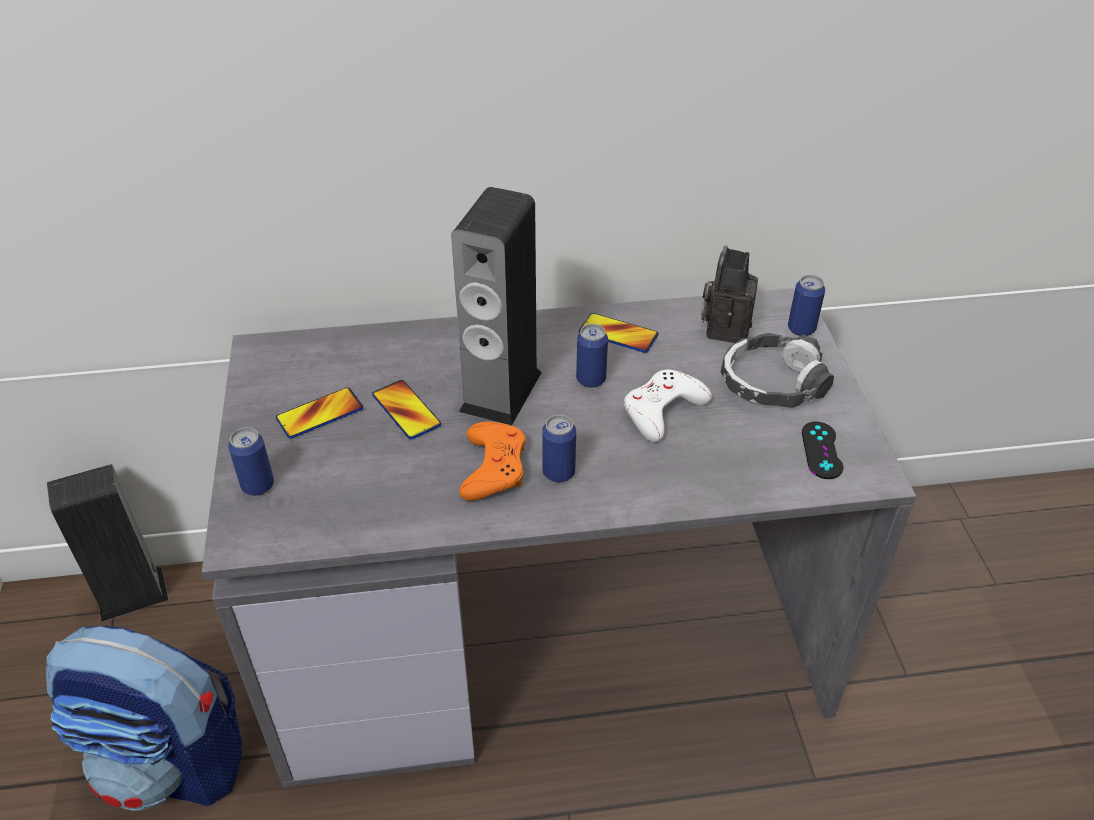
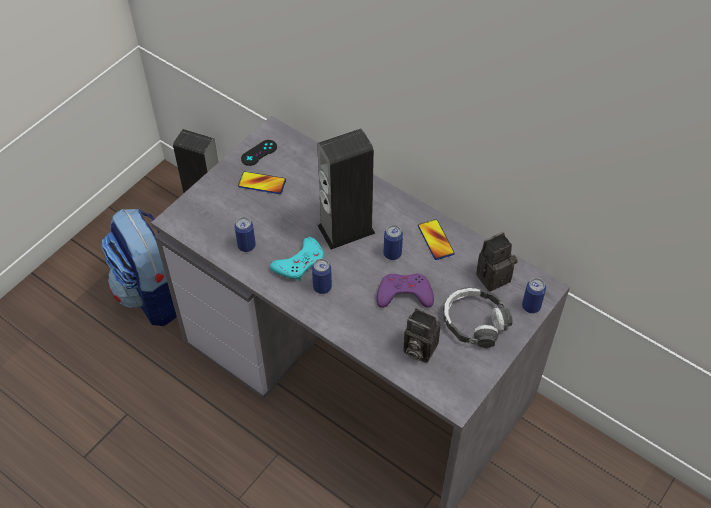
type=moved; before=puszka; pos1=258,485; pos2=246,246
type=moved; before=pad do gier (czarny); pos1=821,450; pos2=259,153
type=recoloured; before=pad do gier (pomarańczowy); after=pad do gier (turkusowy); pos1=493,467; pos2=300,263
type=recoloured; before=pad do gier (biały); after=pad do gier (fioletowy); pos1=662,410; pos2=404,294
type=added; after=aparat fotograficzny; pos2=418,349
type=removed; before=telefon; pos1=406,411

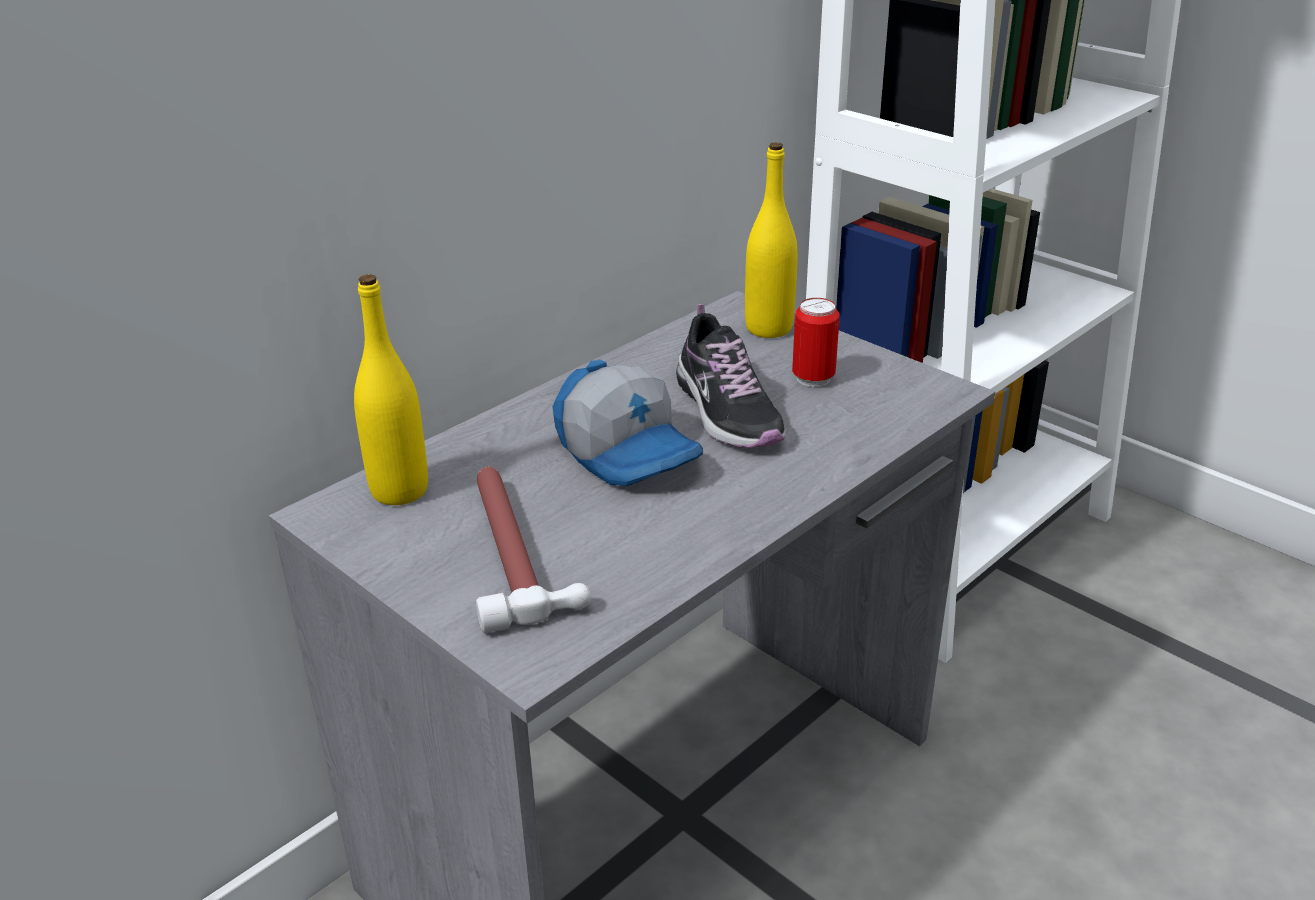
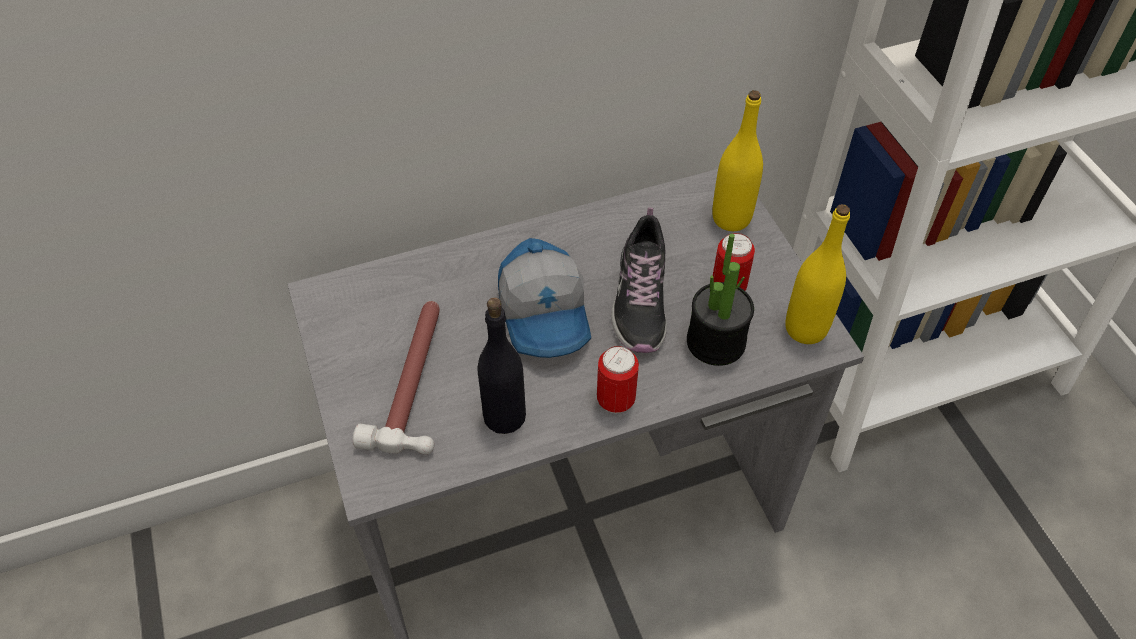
type=added; after=butelka (czarny); pos2=504,415
type=added; after=puszka; pos2=615,400
type=added; after=roślina doniczkowa; pos2=716,342
type=moved; before=butelka (żółty); pos1=399,490; pos2=805,328

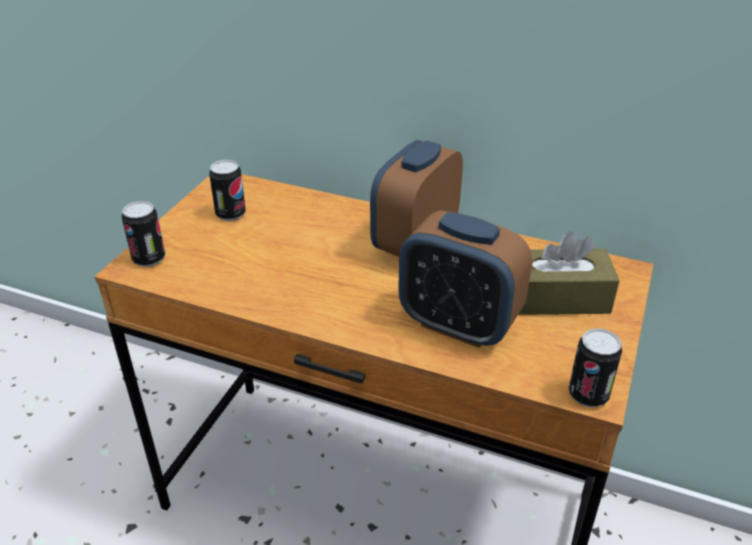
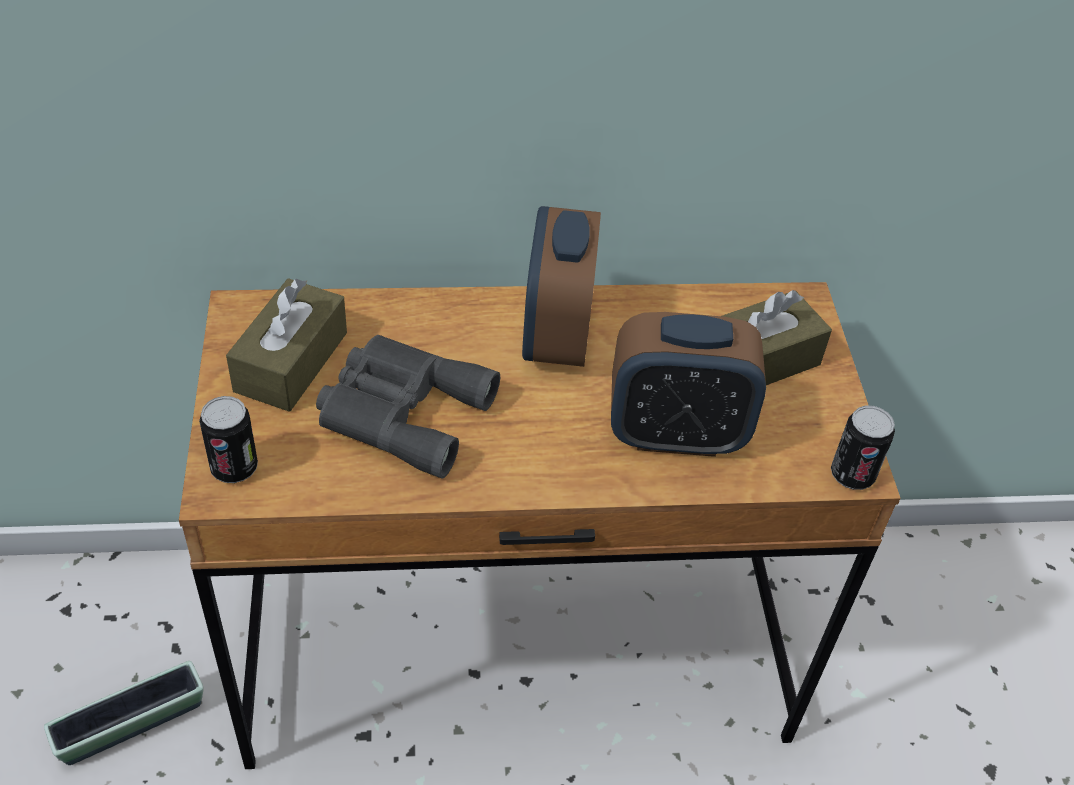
type=added; after=donica; pos2=131,724
type=replaced; before=puszka; after=pudełko chusteczek (brązowy); pos1=230,214; pos2=291,362
type=added; after=lornetka (szary); pos2=401,410

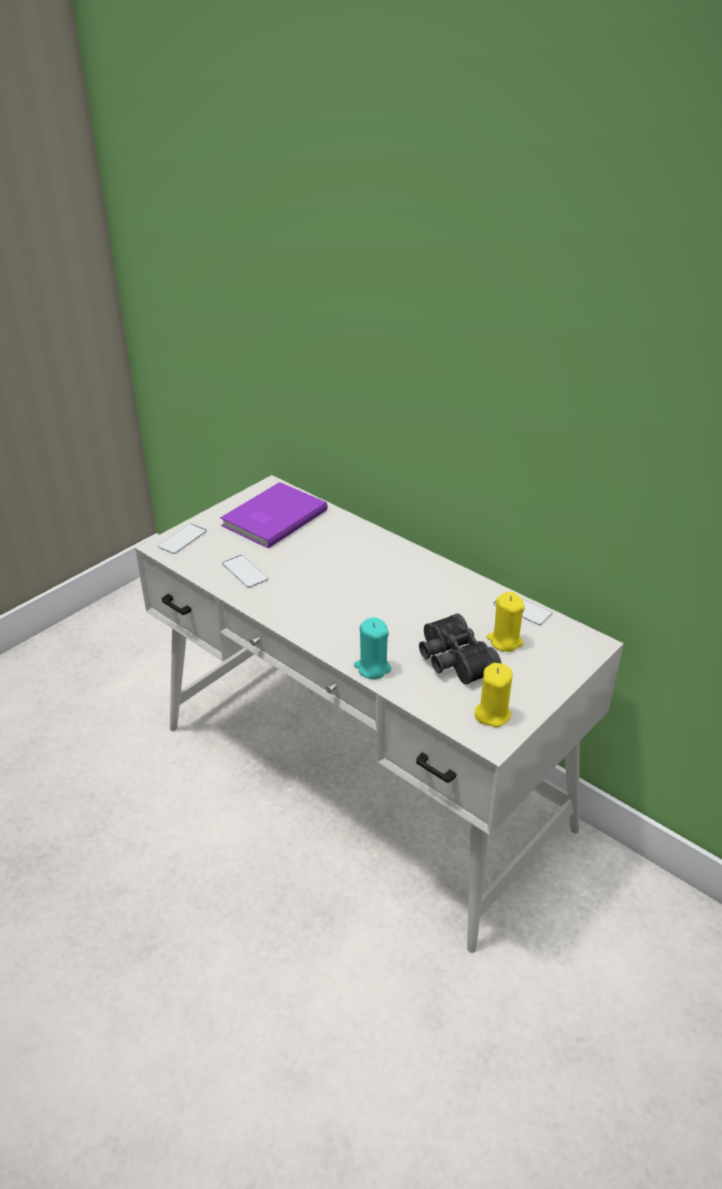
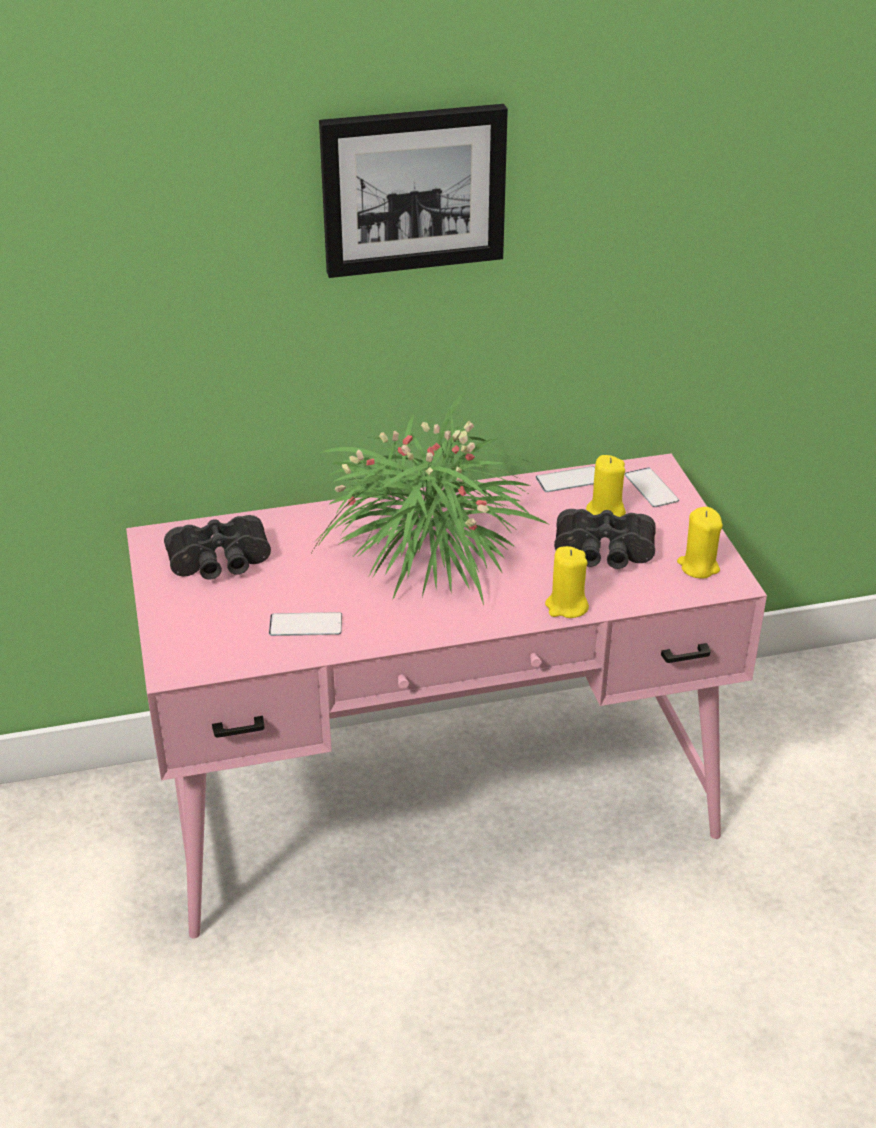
type=recoloured; before=biurko (biały); after=biurko (różowy); pos1=362,777; pos2=438,802
type=replaced; before=książka (fioletowy); after=lornetka (czarny); pos1=271,517; pos2=220,563
type=added; after=roślina doniczkowa; pos2=426,548
type=added; after=obraz; pos2=413,189
type=recoloured; before=świeca (turkusowy); after=świeca (żółty); pos1=372,668; pos2=566,606
type=moved; before=telefon; pos1=182,539; pos2=651,488

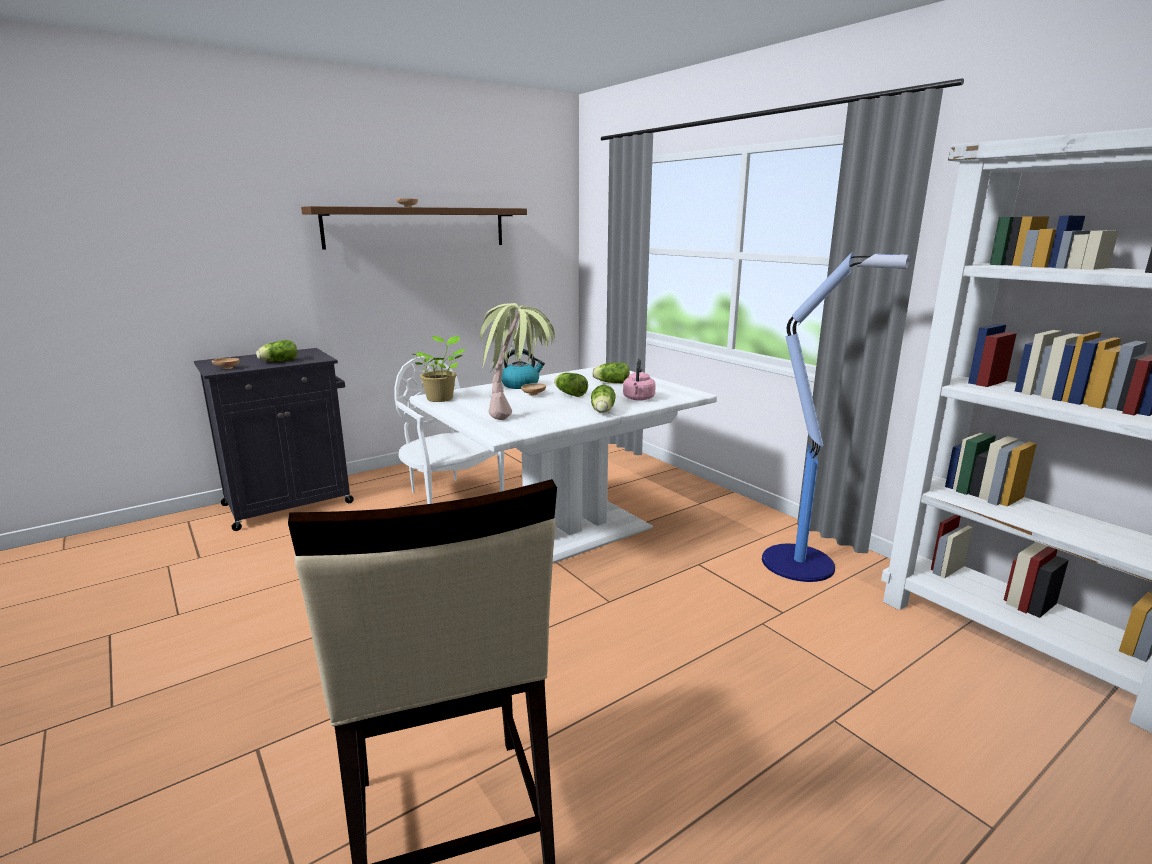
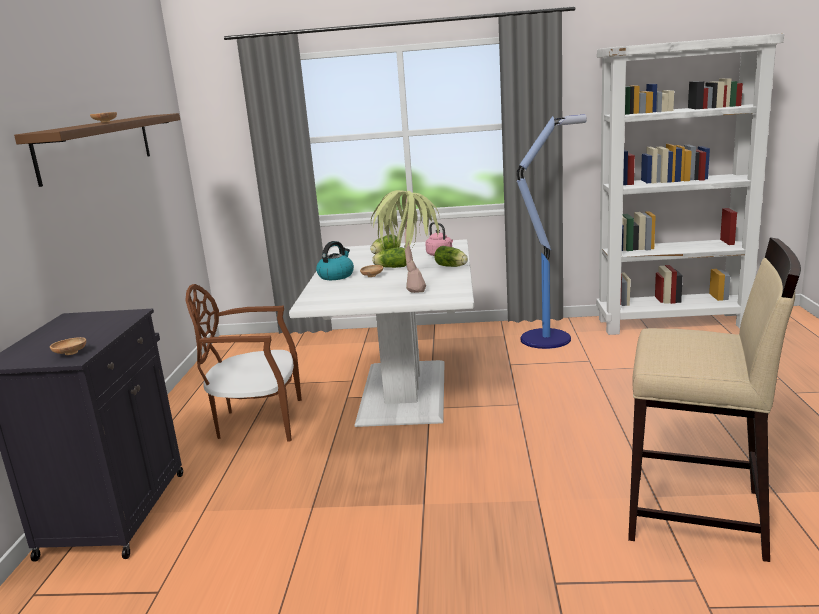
type=recoloured; before=krzesło (biały); after=krzesło (brązowy); pos1=450,495; pos2=258,422
type=removed; before=sałata; pos1=278,361
type=removed; before=roślina doniczkowa; pos1=441,398

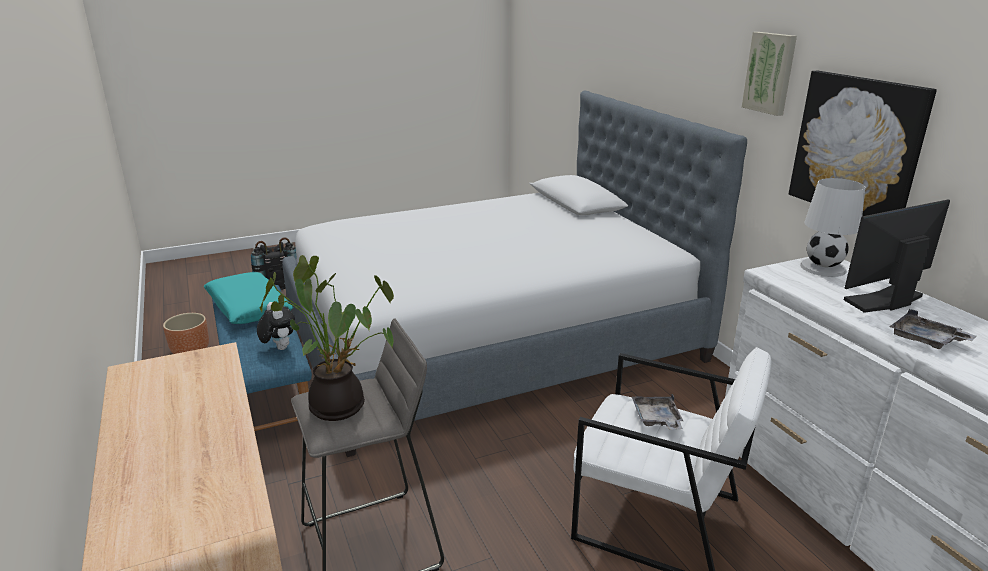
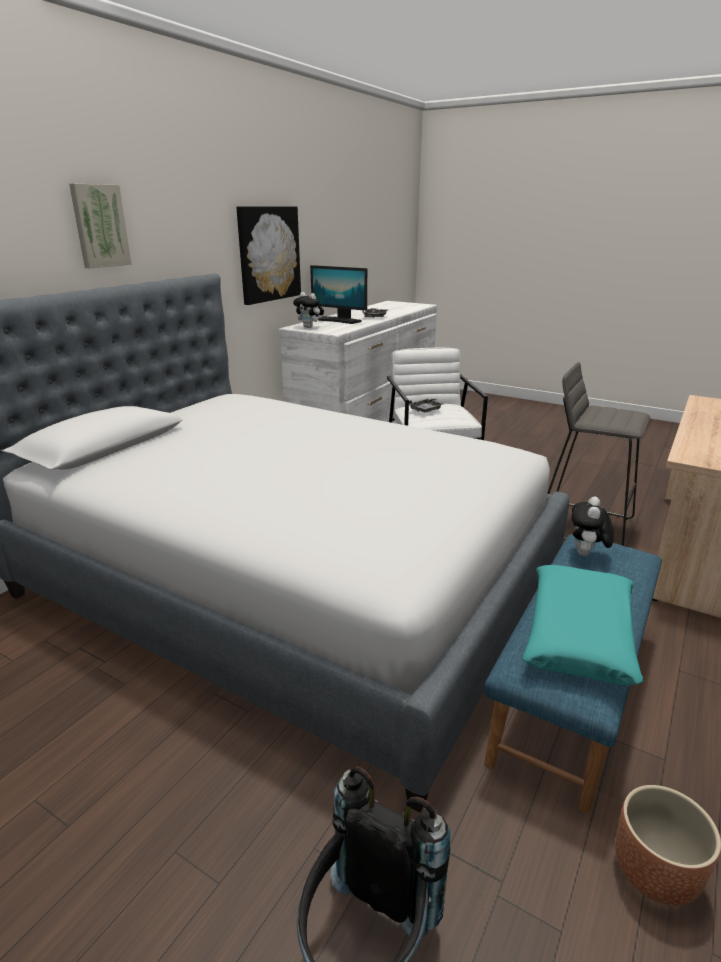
type=moved; before=obraz; pos1=770,73; pos2=99,226
type=replaced; before=lampa stołowa (biały); after=pluszak; pos1=823,268; pos2=310,327
type=removed; before=roślina doniczkowa; pos1=340,404

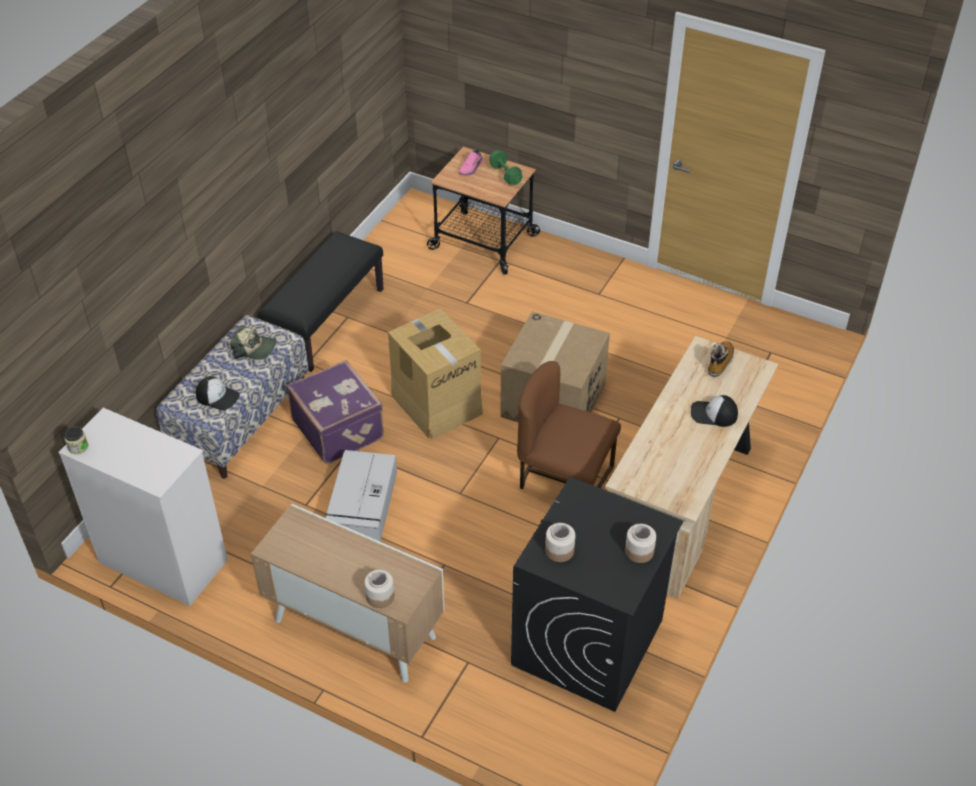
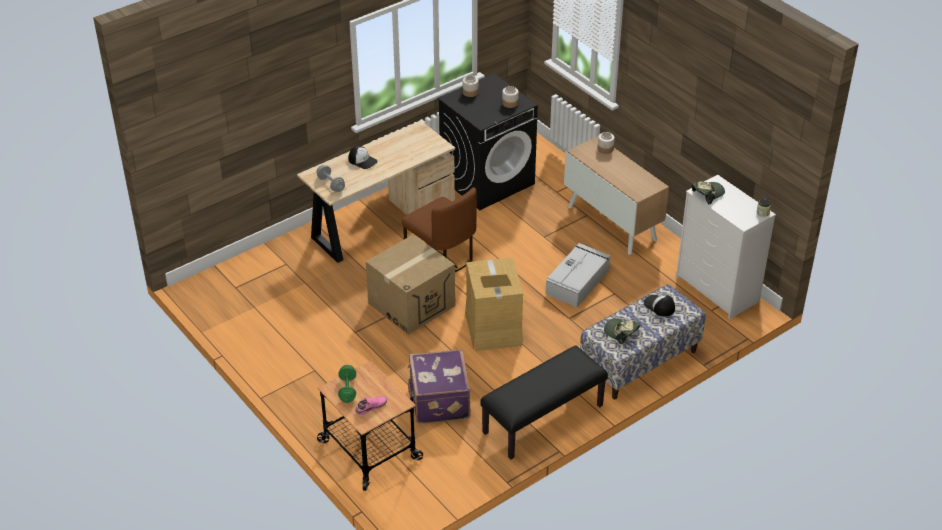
type=replaced; before=but z cholewką; after=hantel (szary); pos1=720,363; pos2=331,184
type=moved; before=walizka (fioletowy); pos1=339,428; pos2=438,401
type=added; after=czapka z daszkiem; pos2=707,194

